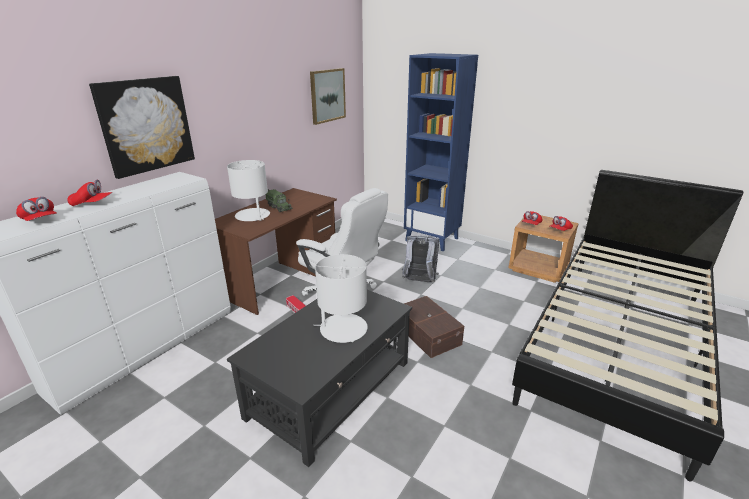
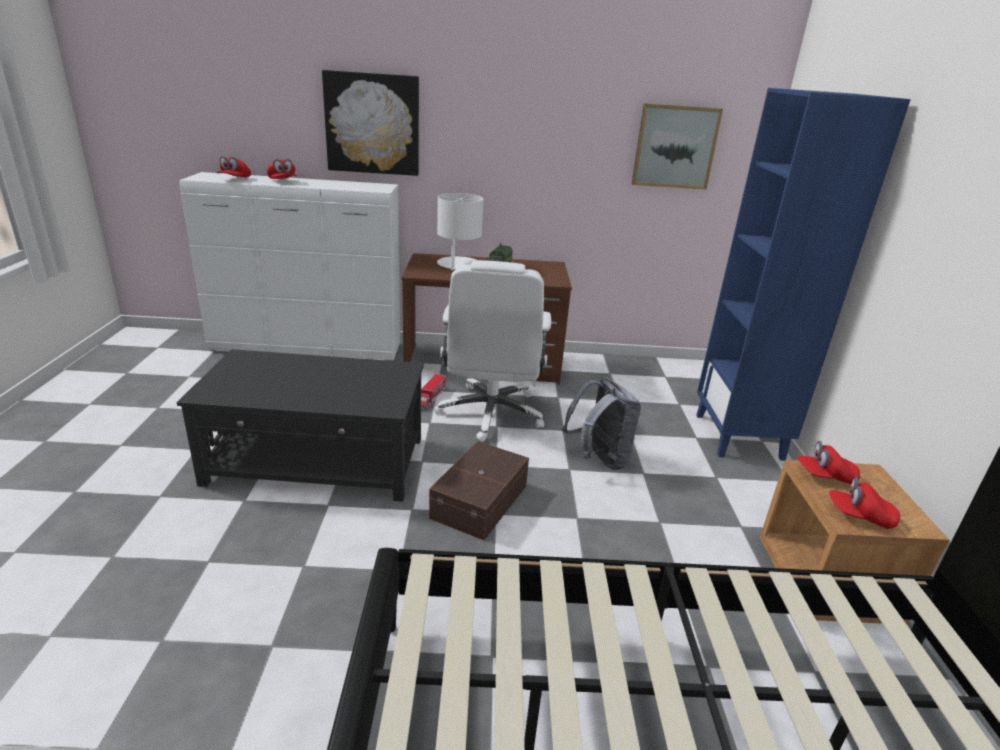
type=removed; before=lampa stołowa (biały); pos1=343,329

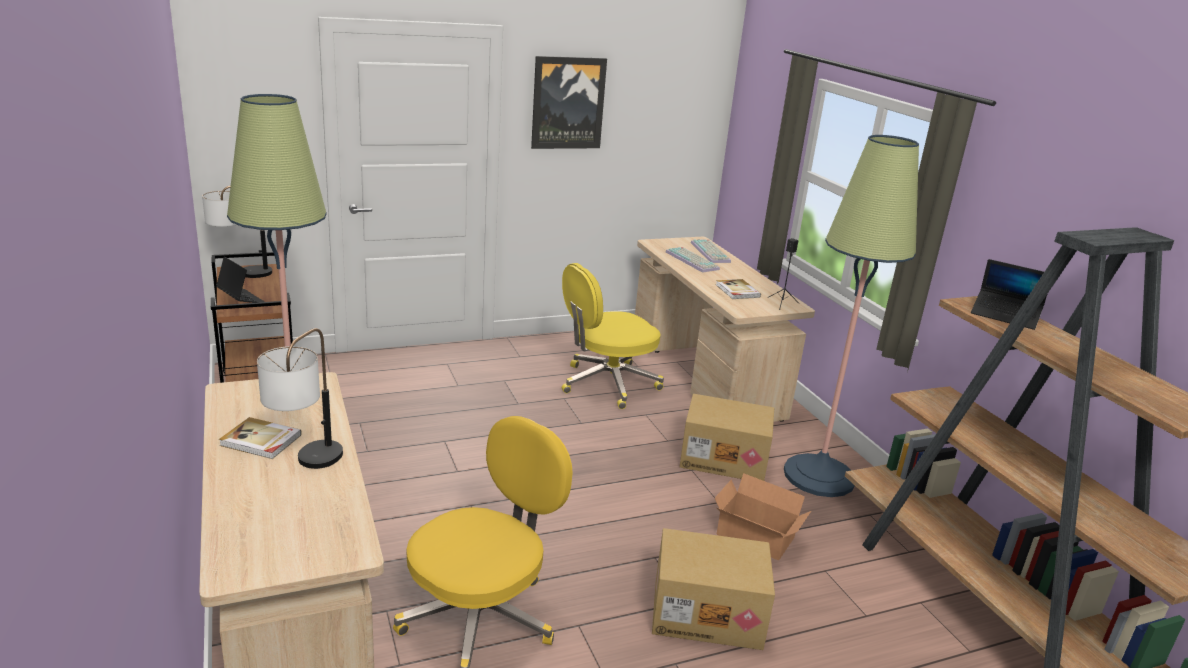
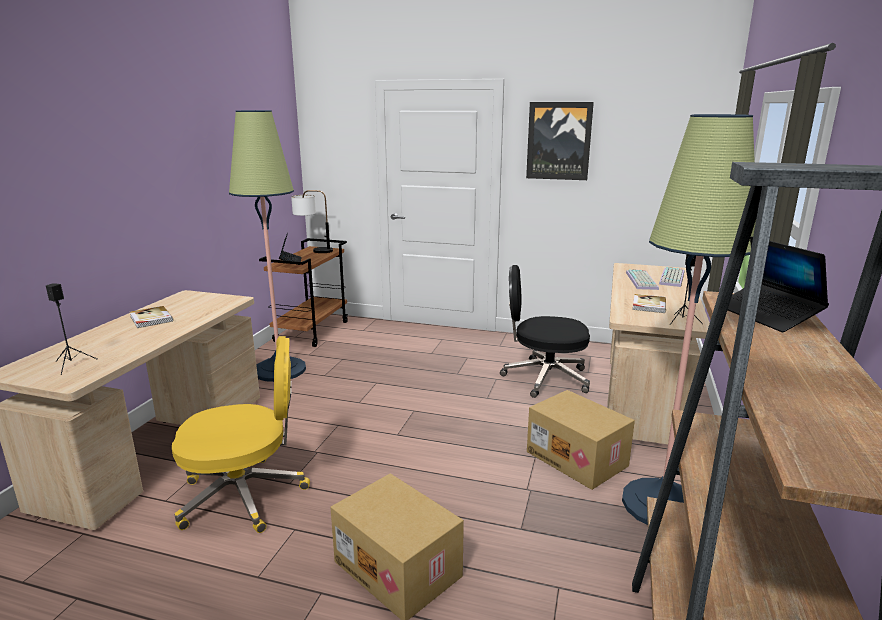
type=added; after=głośnik (czarny); pos2=72,364
type=recoloured; before=krzesło biurowe (żółty); after=krzesło biurowe (czarny); pos1=607,384; pos2=544,378
type=removed; before=lampa stołowa; pos1=306,467
type=removed; before=karton; pos1=755,538

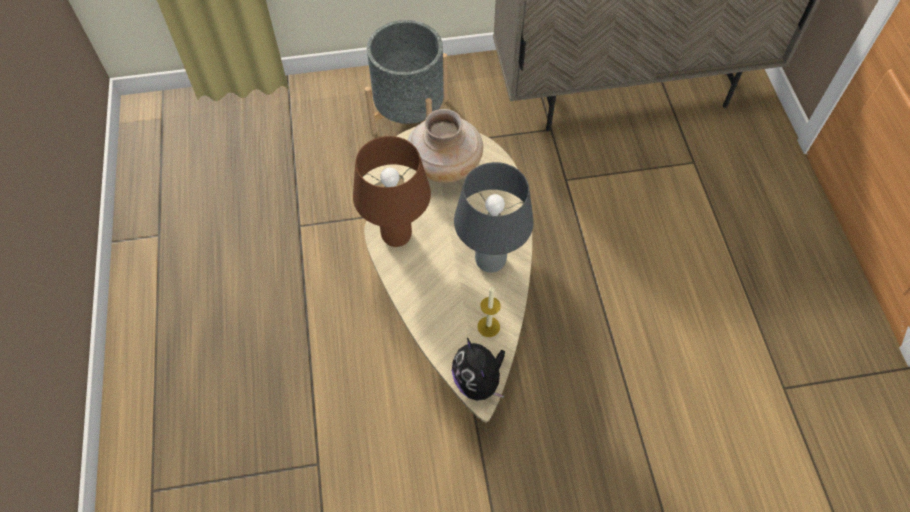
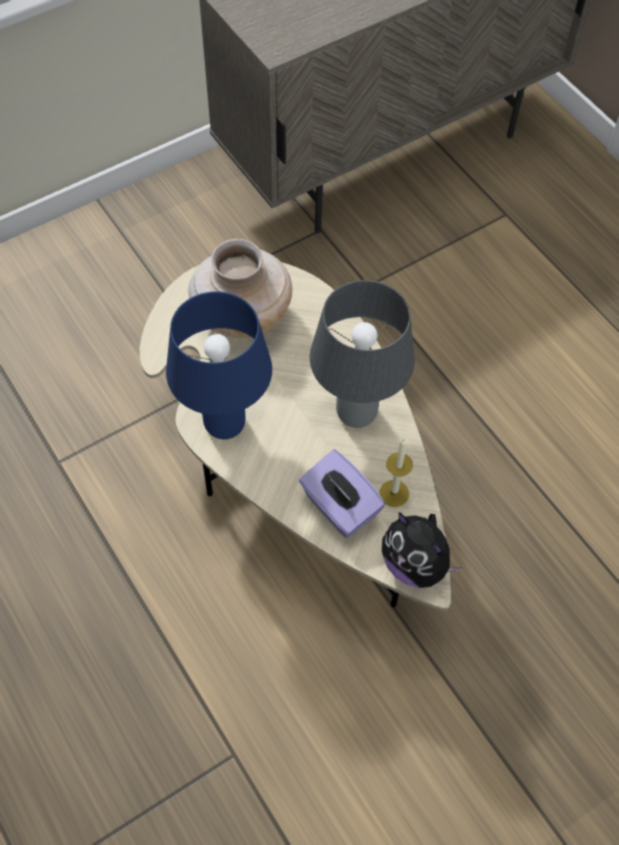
type=recoloured; before=lampa stołowa (brązowy); after=lampa stołowa (niebieski); pos1=397,235; pos2=224,423
type=added; after=pudełko chusteczek (fioletowy); pos2=339,507
type=removed; before=donica (szary); pos1=409,116

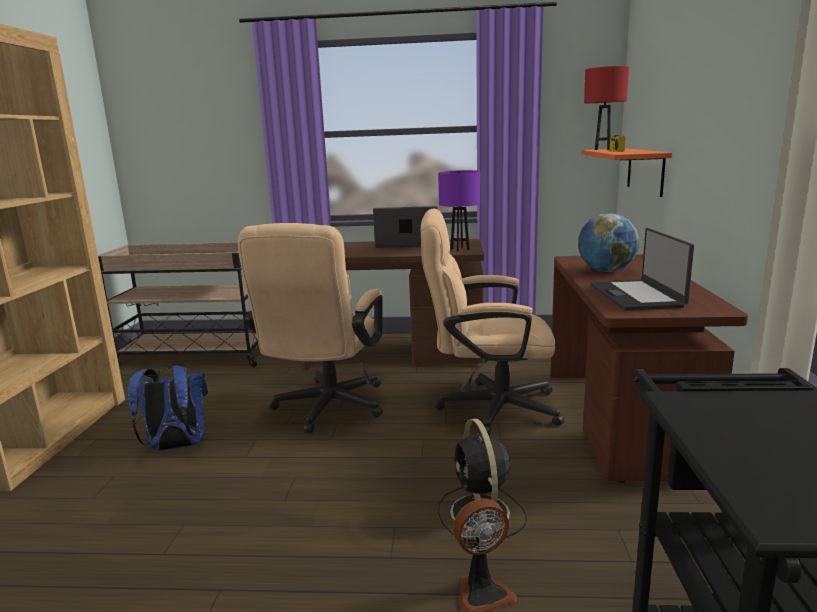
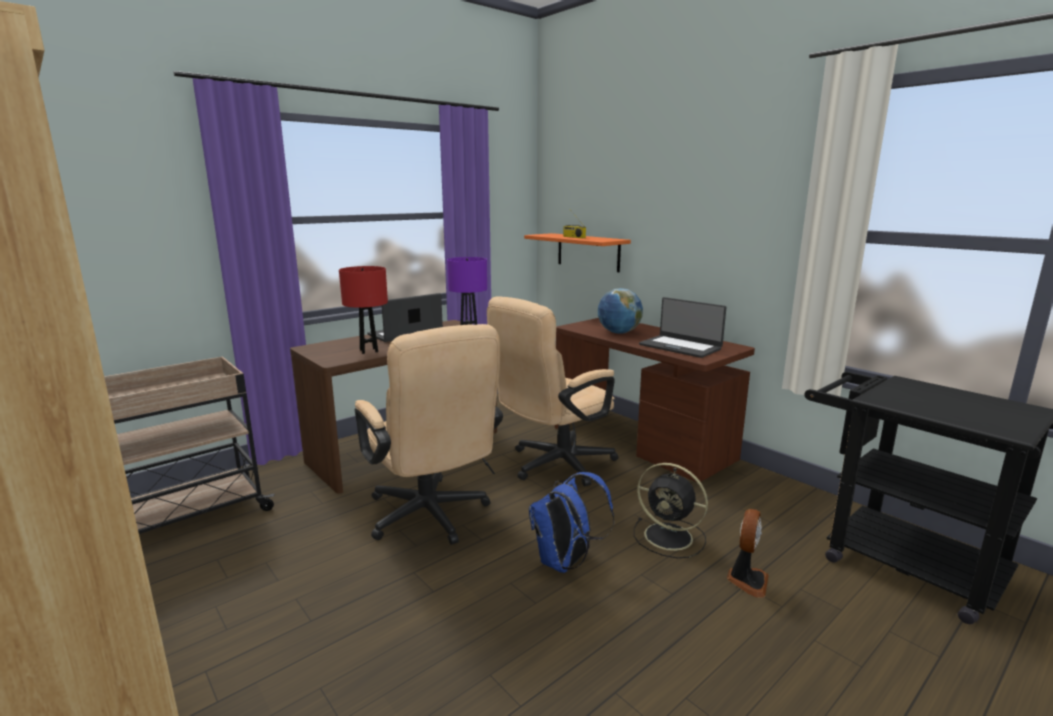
type=moved; before=lampa stołowa (czerwony); pos1=602,149; pos2=369,351
type=moved; before=plecak (niebieski); pos1=175,447; pos2=566,563

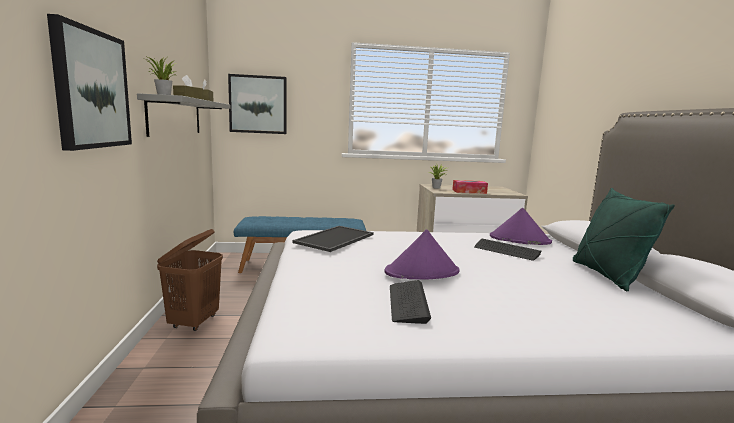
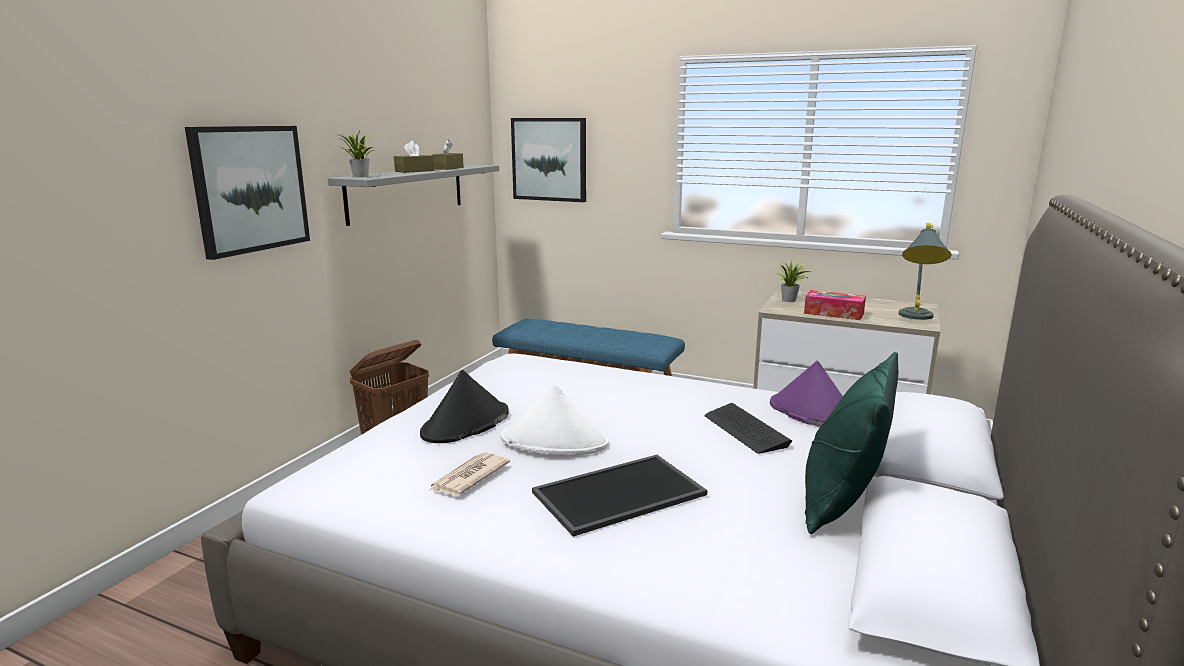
type=added; after=kapelusz (czarny); pos2=465,424
type=replaced; before=klawiatura; after=gazeta; pos1=408,302; pos2=468,477
type=recoloured; before=kapelusz (fioletowy); after=kapelusz (biały); pos1=422,272; pos2=554,441
type=moved; before=taca; pos1=335,239; pos2=619,495
type=added; after=lampa stołowa (szary); pos2=916,318

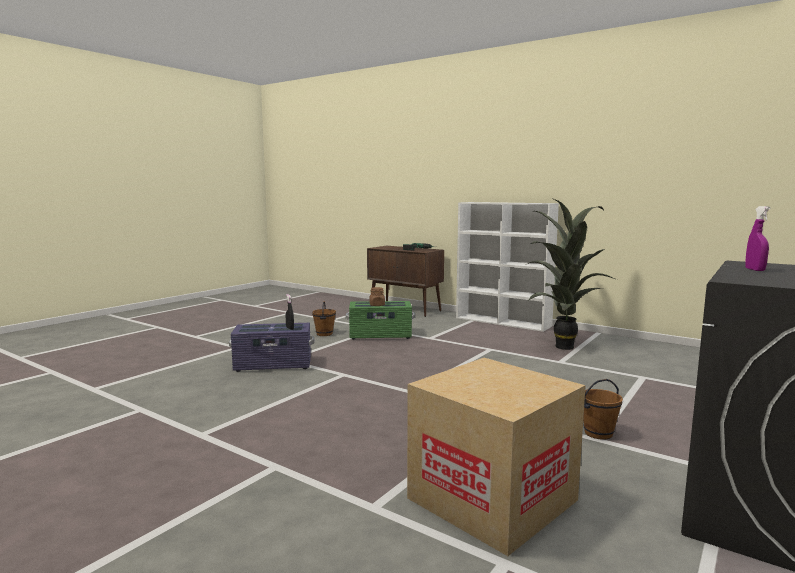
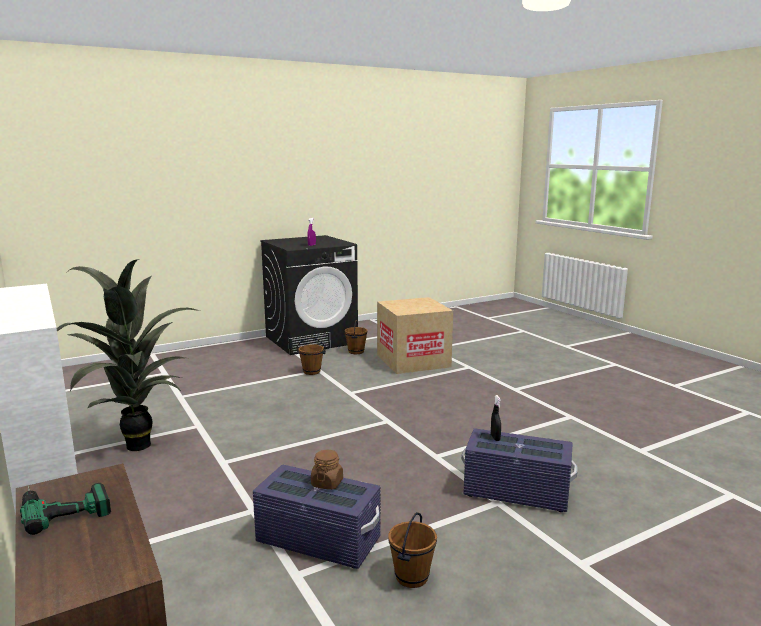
type=recoloured; before=pojemnik do przechowywania (zielony); after=pojemnik do przechowywania (fioletowy); pos1=380,335; pos2=318,540
type=added; after=wiadro (brązowy); pos2=356,352

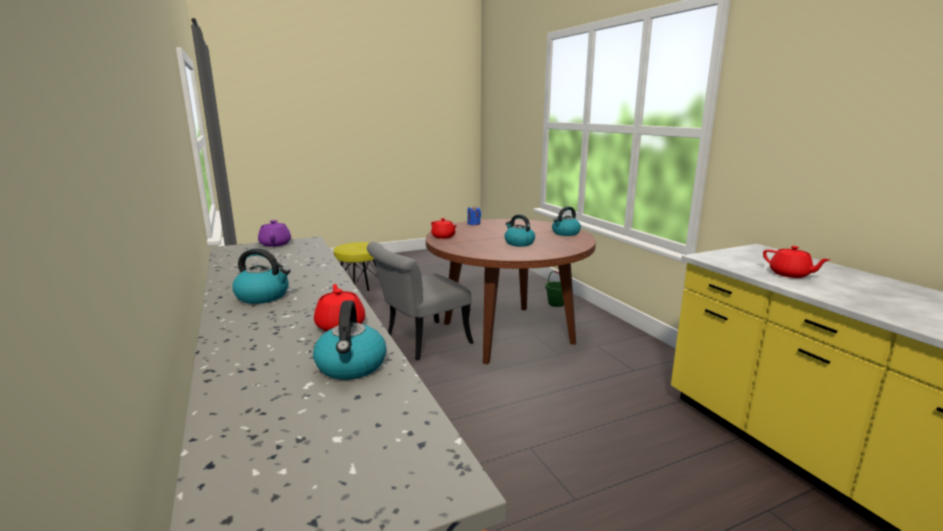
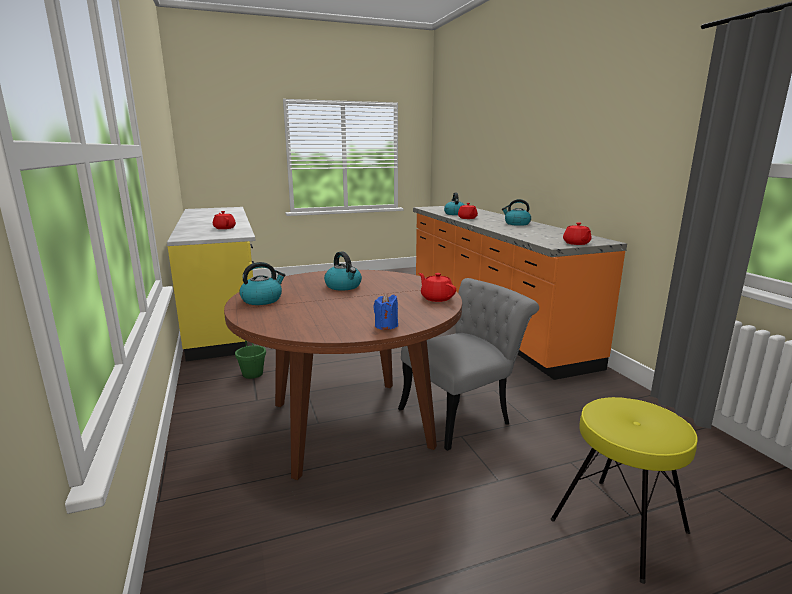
type=moved; before=wiadro (zielony); pos1=556,303; pos2=252,374
type=recoloured; before=imbryk (fioletowy); after=imbryk (czerwony); pos1=275,244; pos2=576,243

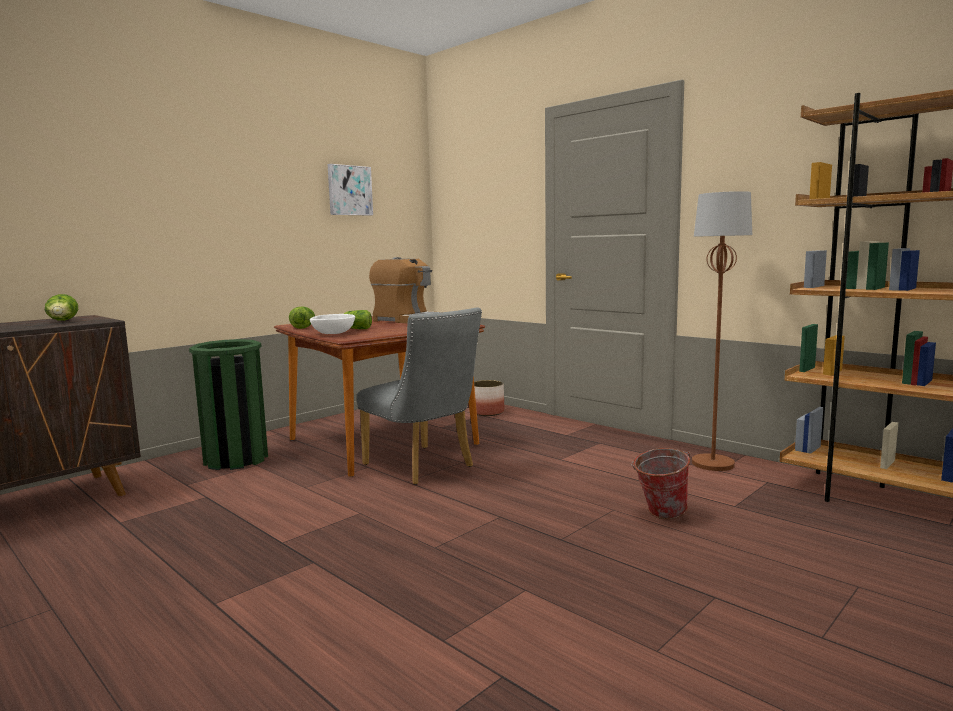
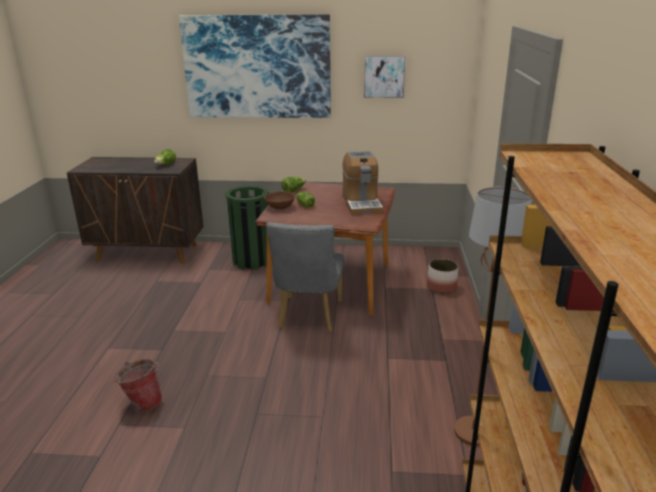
type=moved; before=wiadro; pos1=659,514; pos2=143,403
type=added; after=obraz; pos2=257,67
type=recoloured; before=miska (biały); after=miska (brązowy); pos1=333,333; pos2=279,207

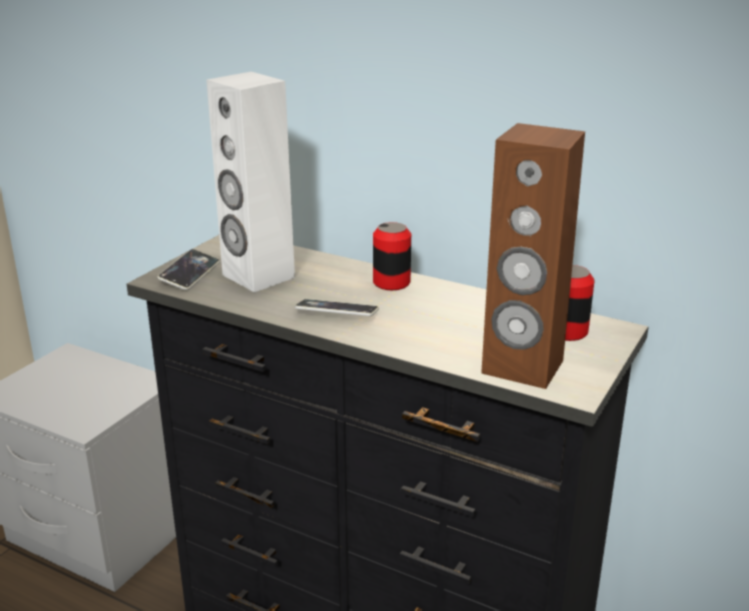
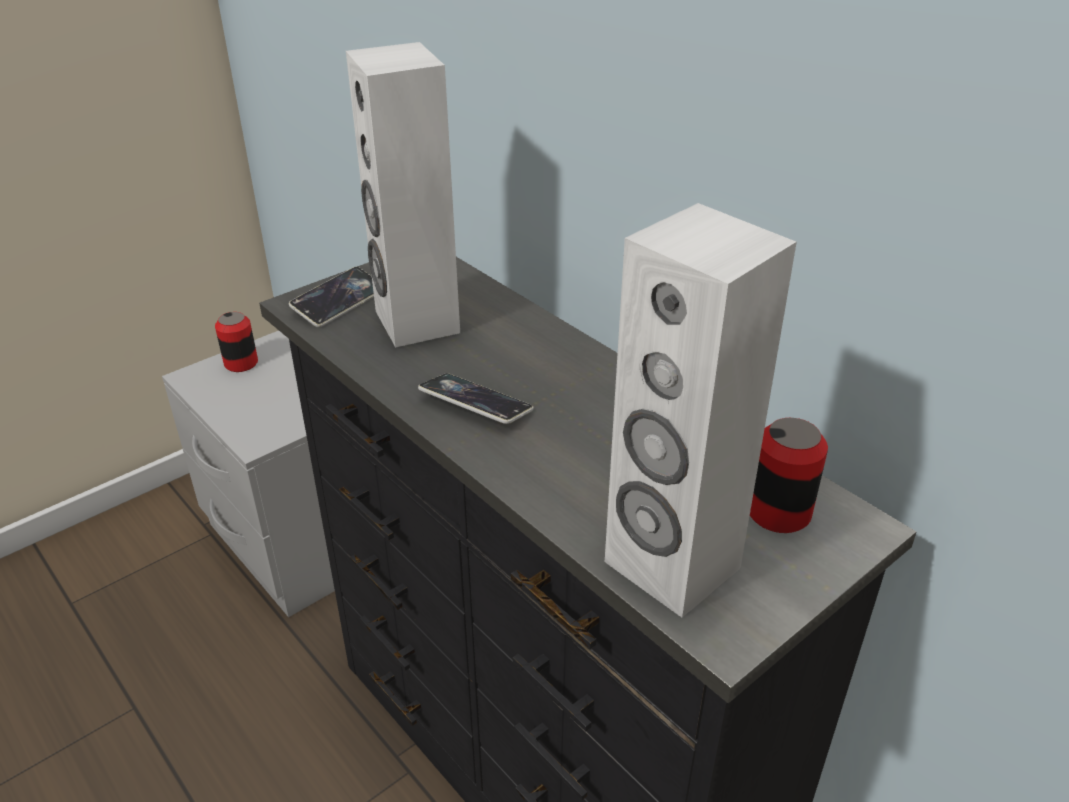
type=moved; before=puszka; pos1=391,283; pos2=241,363
type=recoloured; before=głośnik (brązowy); after=głośnik (biały); pos1=522,367; pos2=670,566

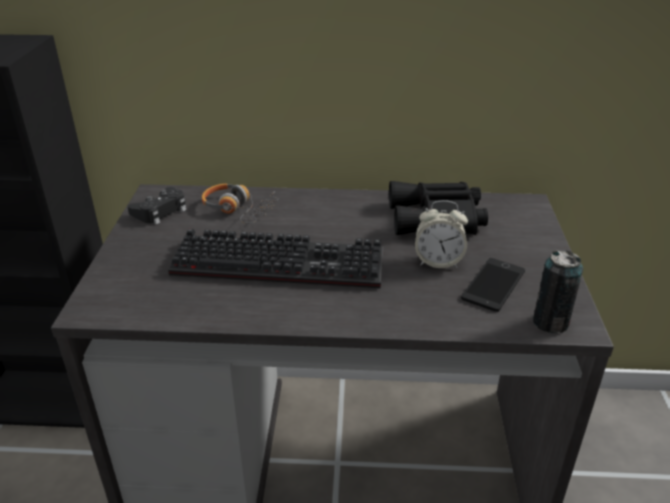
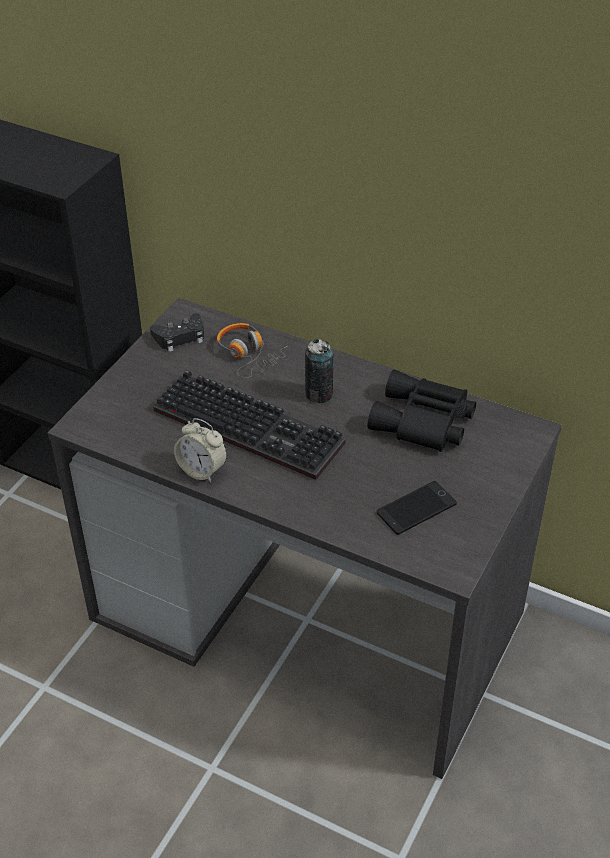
type=moved; before=budzik; pos1=438,261; pos2=202,470
type=moved; before=puszka; pos1=550,322; pos2=319,394

